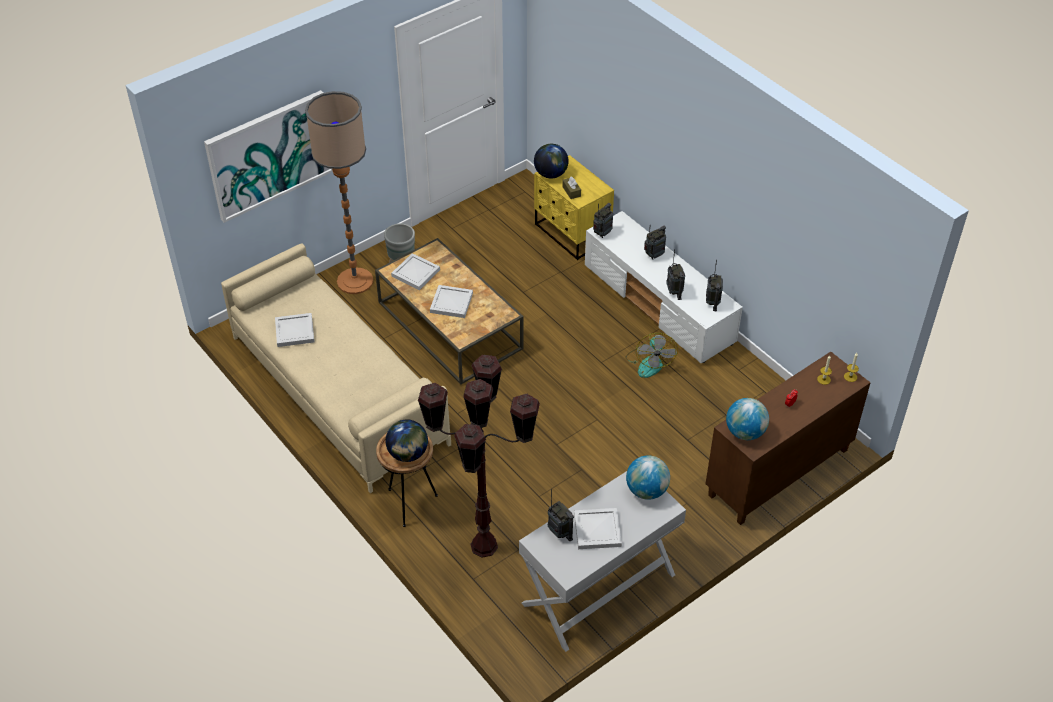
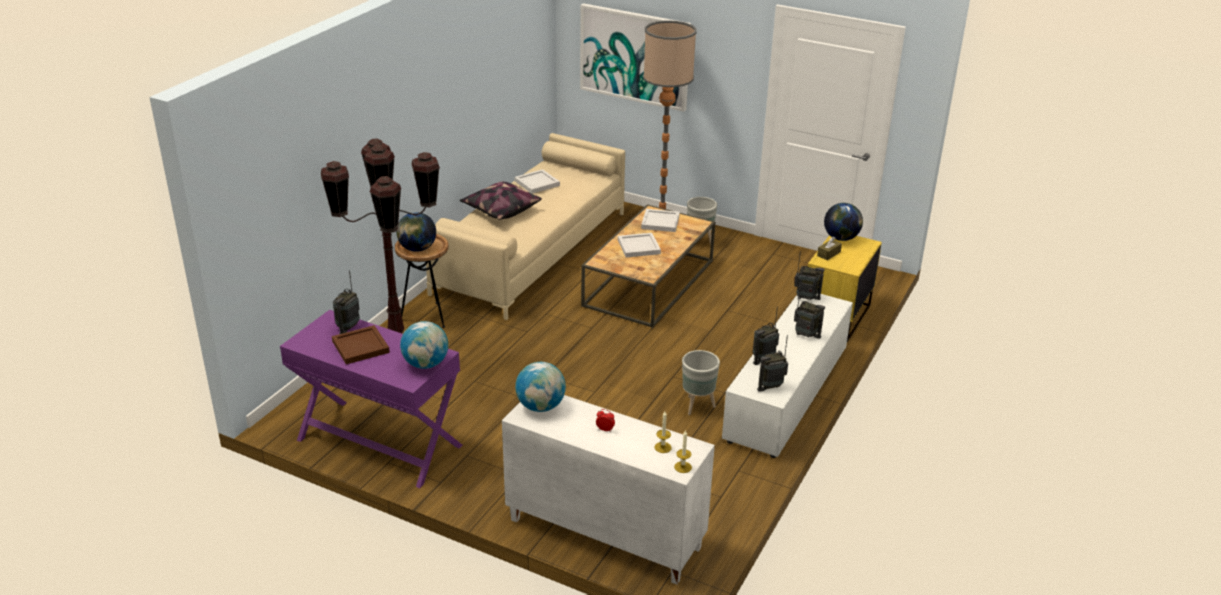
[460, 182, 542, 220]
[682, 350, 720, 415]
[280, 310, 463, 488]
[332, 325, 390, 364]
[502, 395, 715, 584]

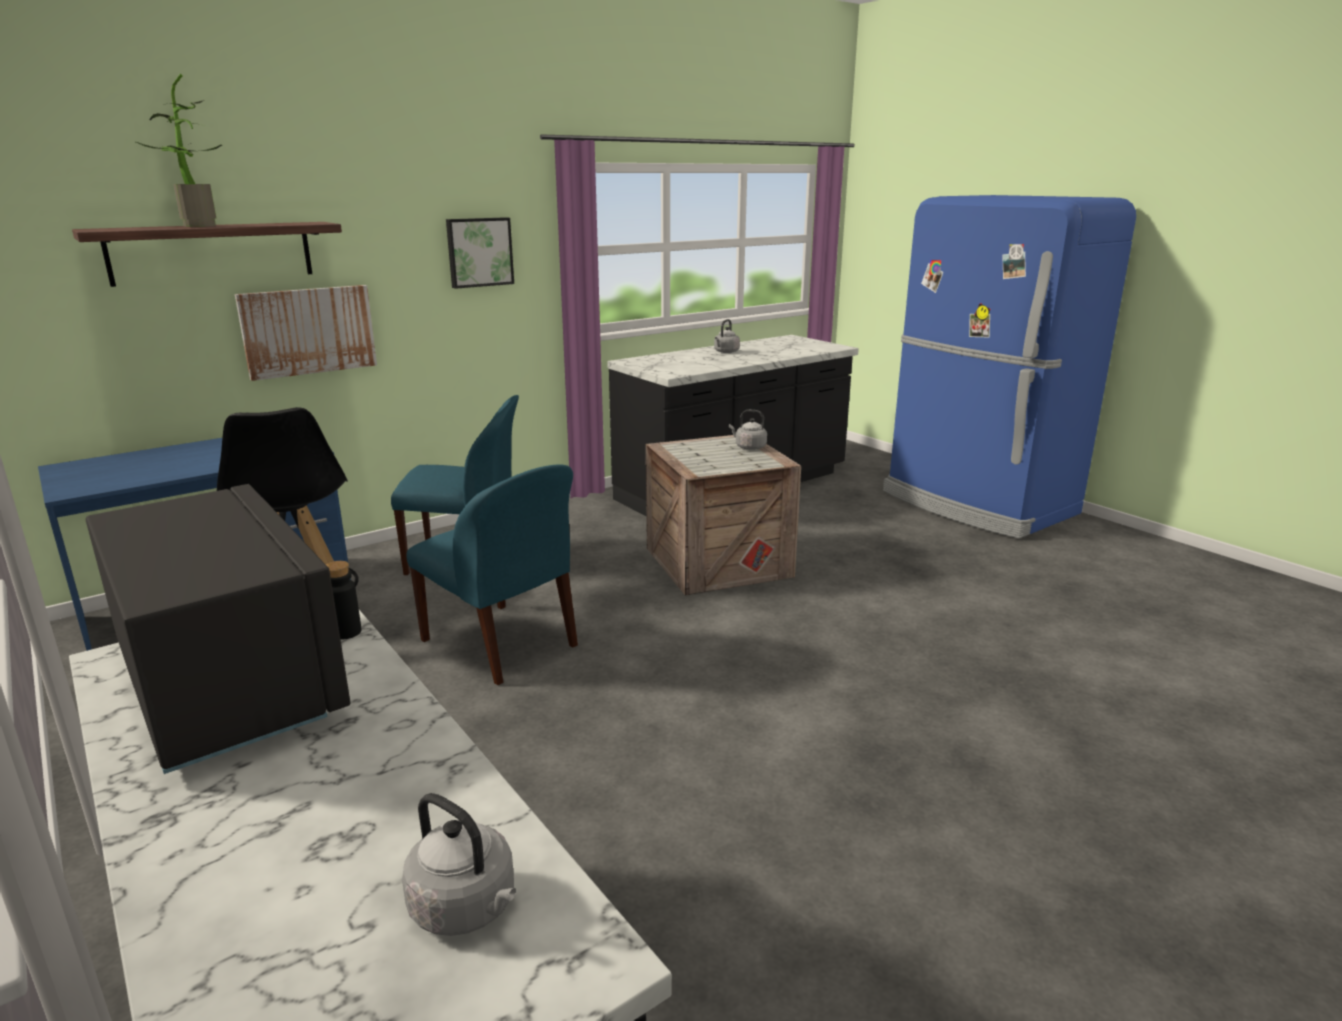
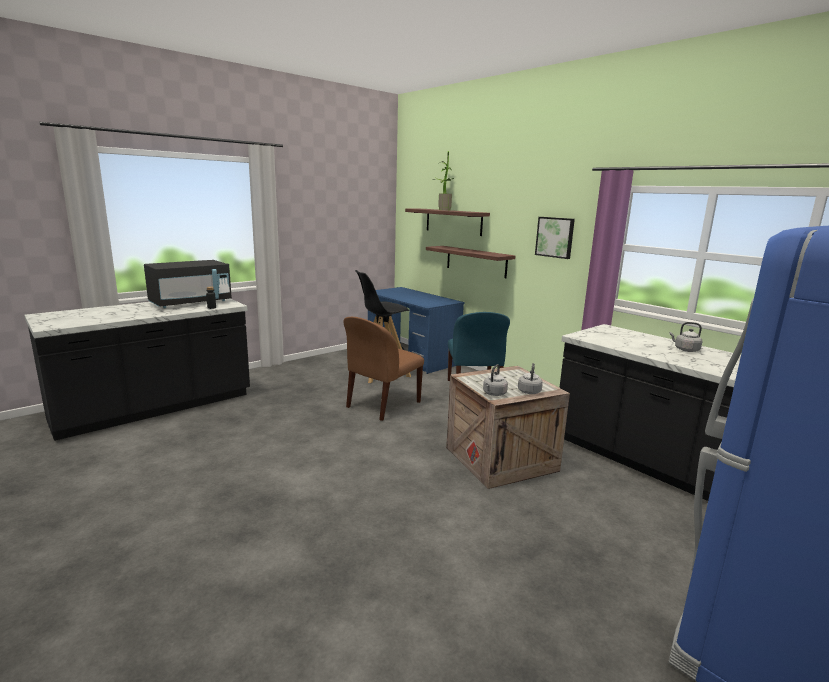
[483, 364, 508, 396]
[426, 246, 515, 278]
[343, 317, 424, 421]

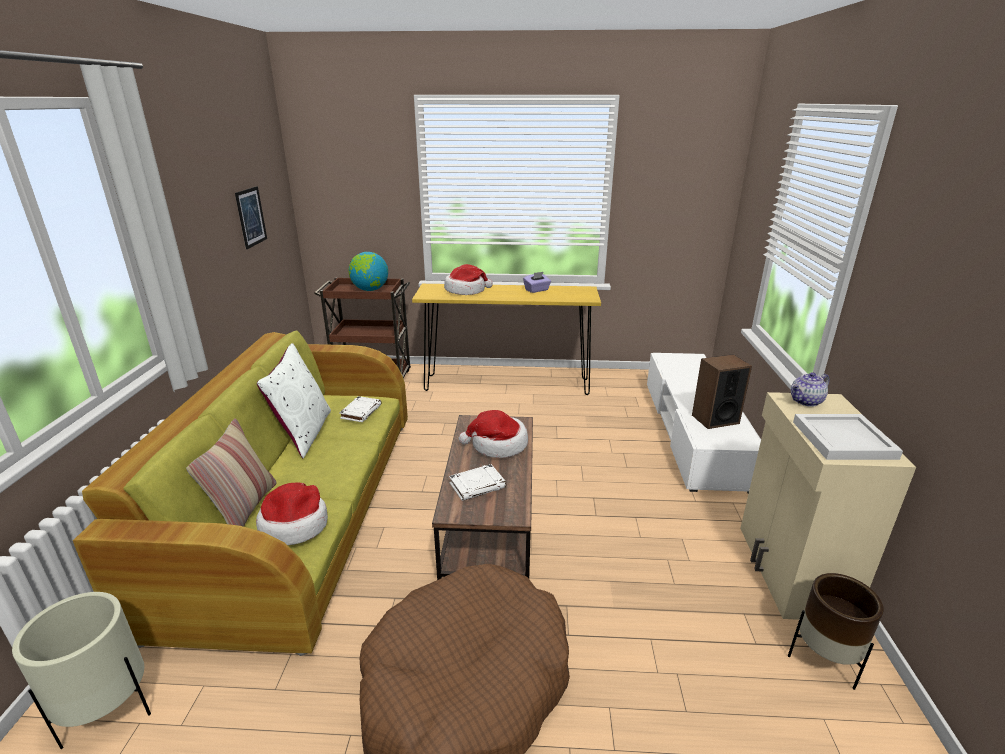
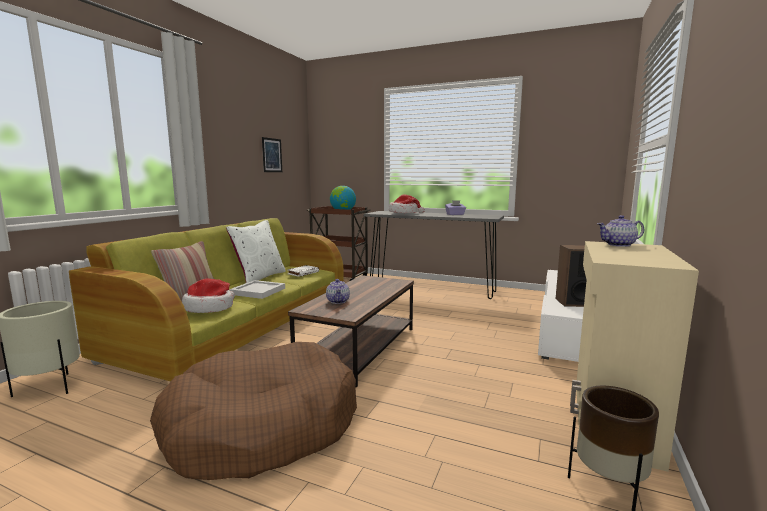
[459, 410, 528, 458] (first image)
[229, 280, 285, 299]
[326, 279, 350, 304]
[364, 211, 504, 299]

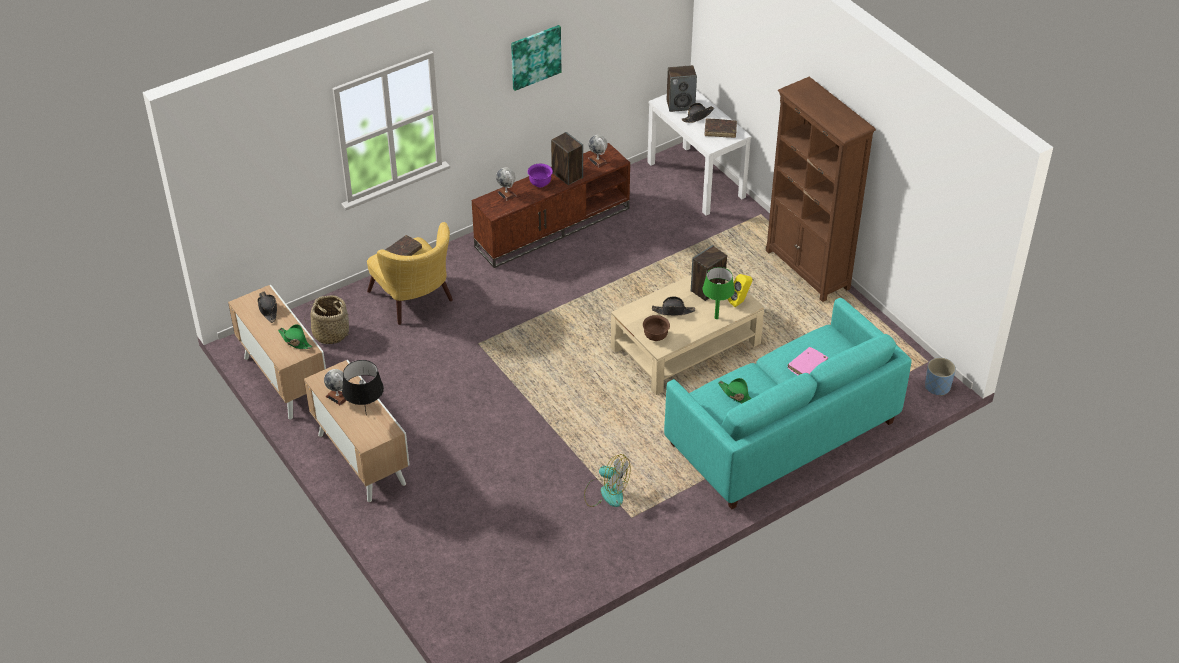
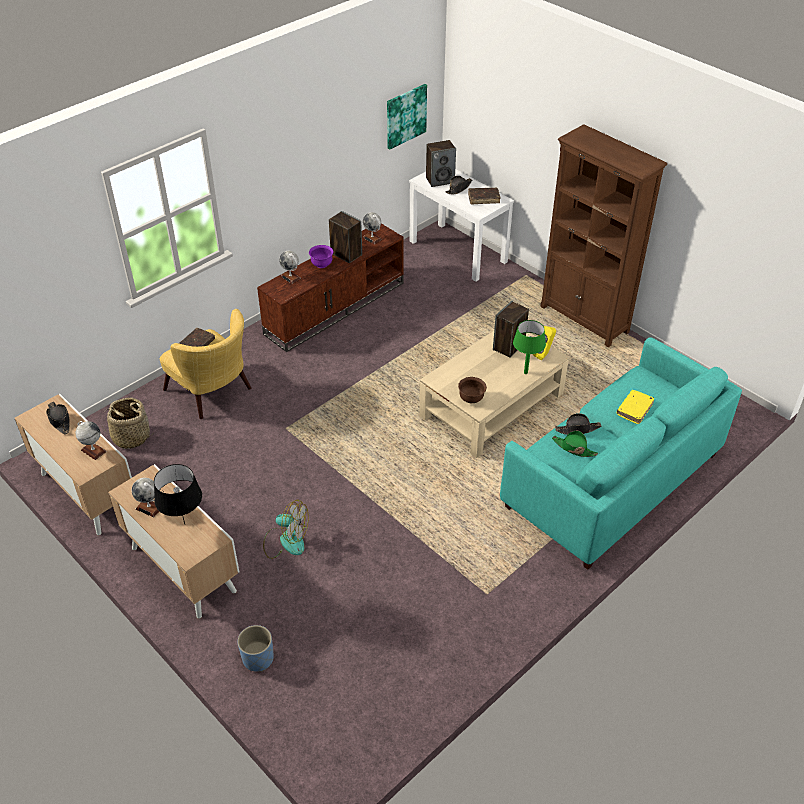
[387, 84, 427, 150]
[263, 500, 309, 559]
[555, 413, 601, 435]
[238, 625, 274, 672]
[76, 421, 107, 460]
[617, 390, 655, 424]

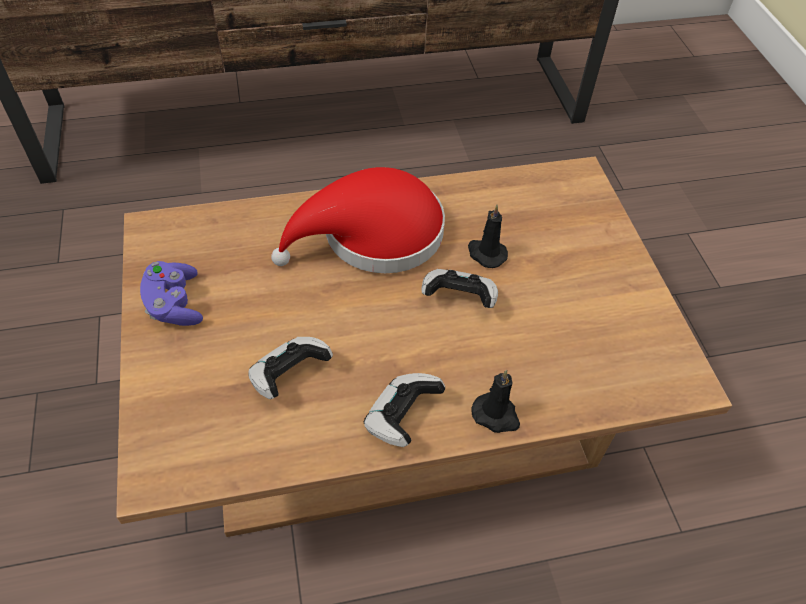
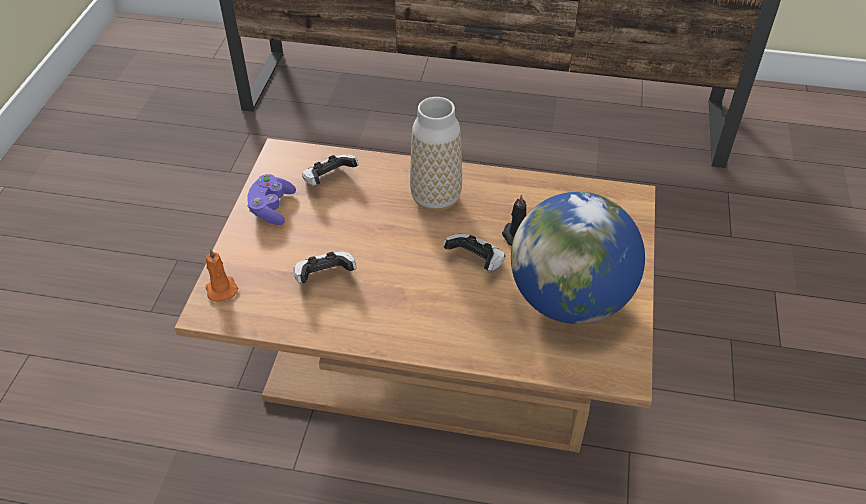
[471, 370, 520, 433] (first image)
[206, 248, 238, 302]
[511, 192, 645, 324]
[302, 154, 359, 186]
[410, 97, 462, 212]

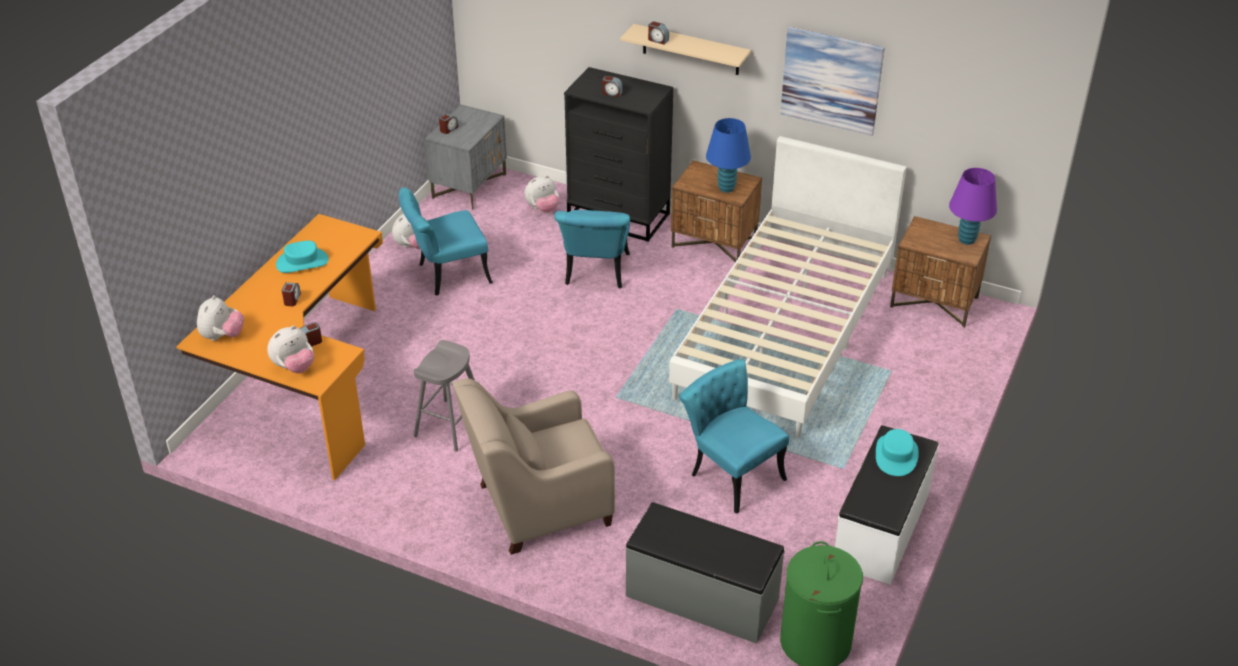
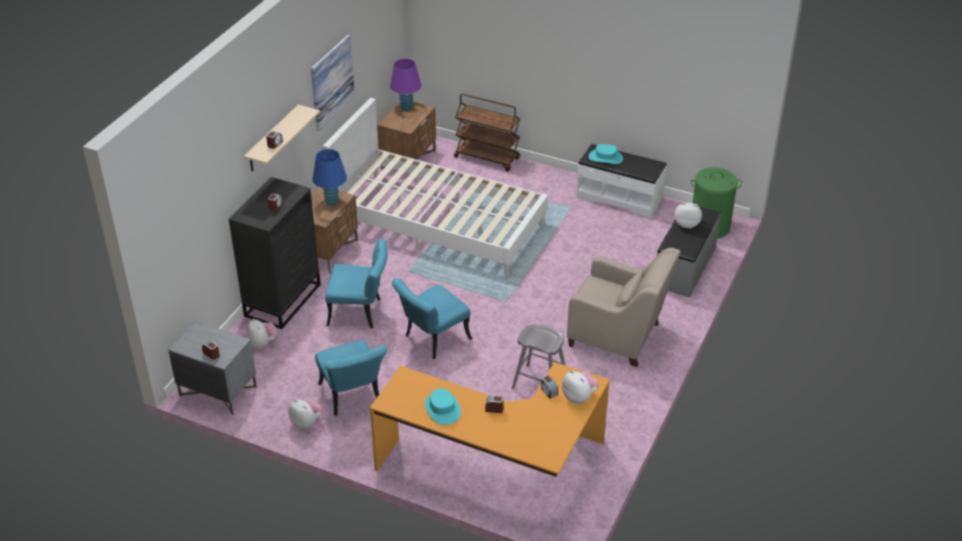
[454, 94, 520, 172]
[674, 202, 702, 229]
[392, 278, 472, 359]
[567, 248, 681, 367]

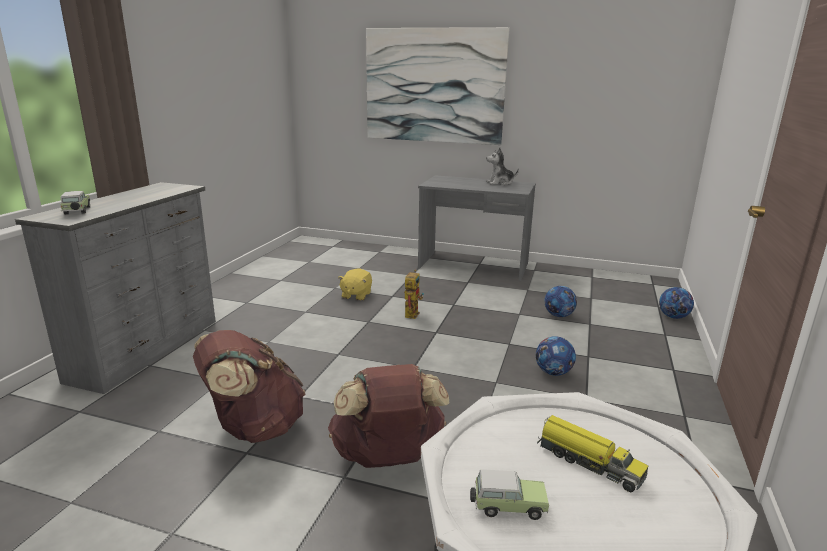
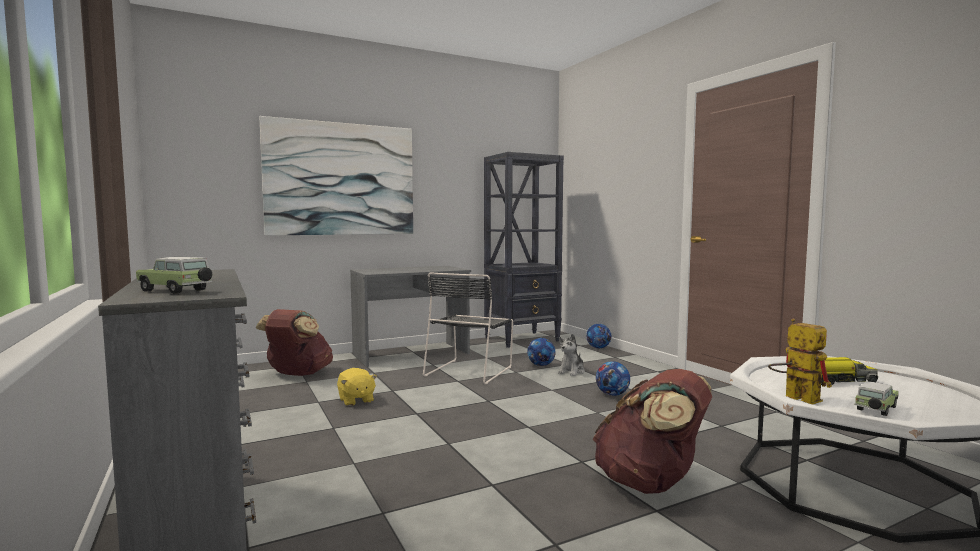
[423, 272, 513, 384]
[484, 152, 564, 348]
[256, 309, 333, 376]
[768, 318, 832, 405]
[558, 334, 585, 376]

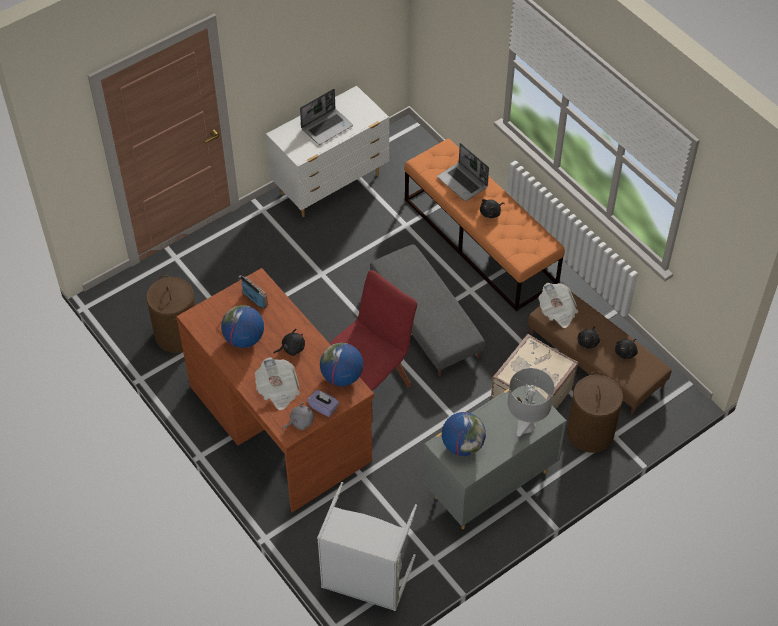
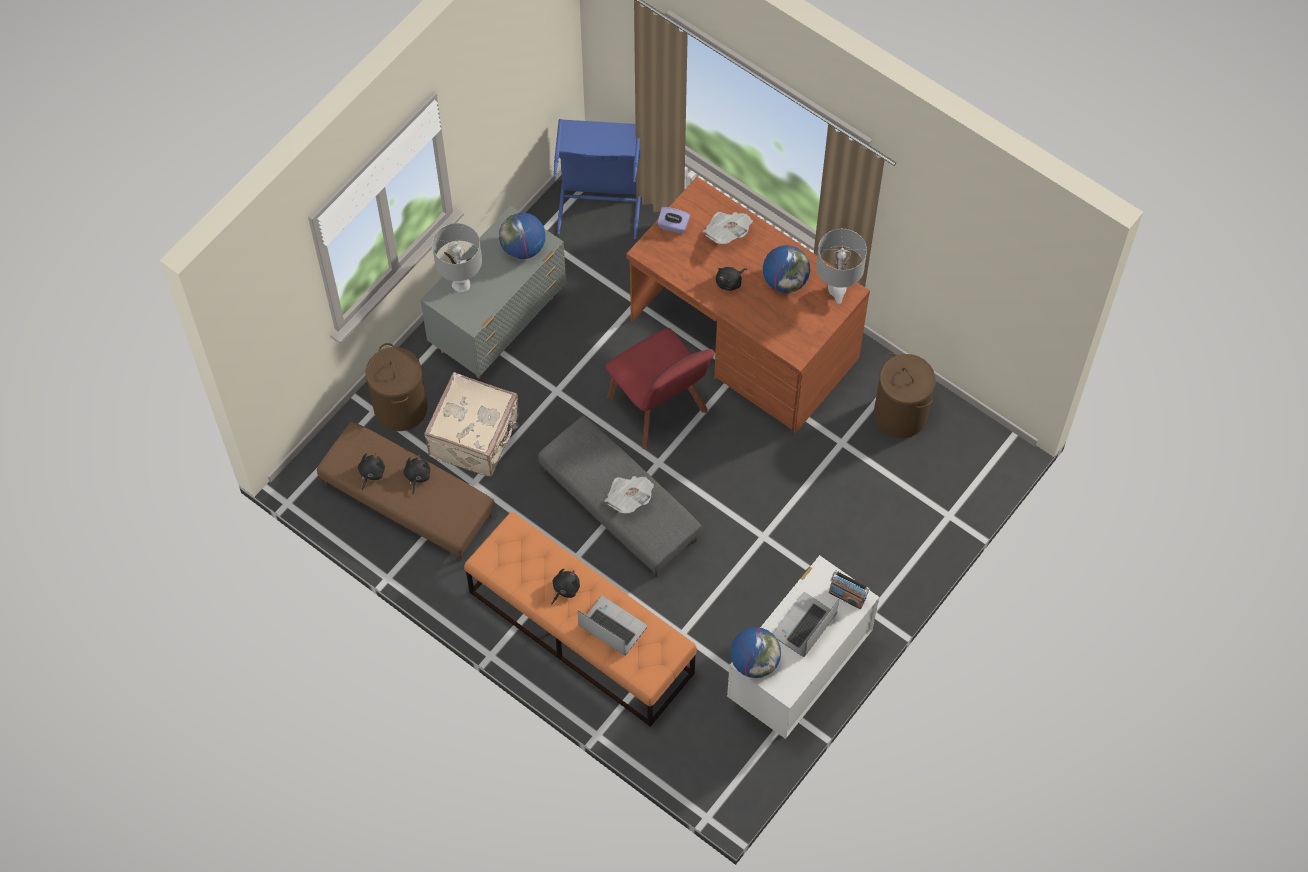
[282, 402, 314, 430] (first image)
[816, 229, 867, 304]
[829, 570, 870, 609]
[730, 627, 781, 678]
[605, 476, 654, 513]
[553, 119, 641, 239]
[605, 328, 714, 449]

